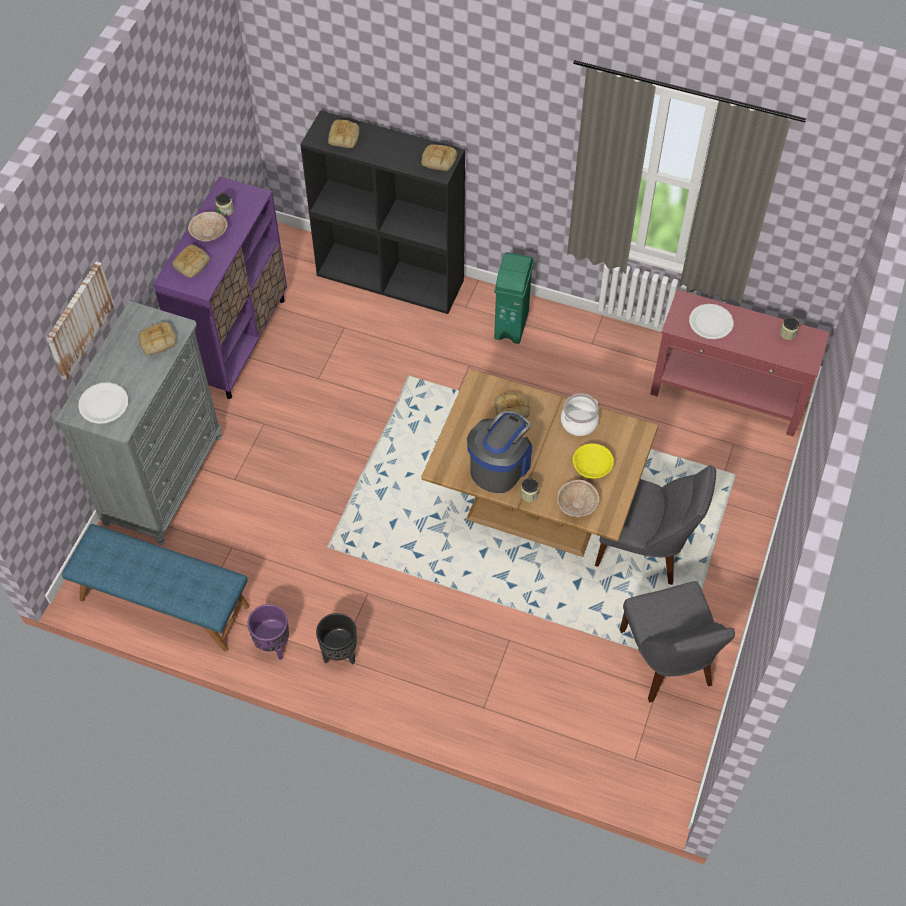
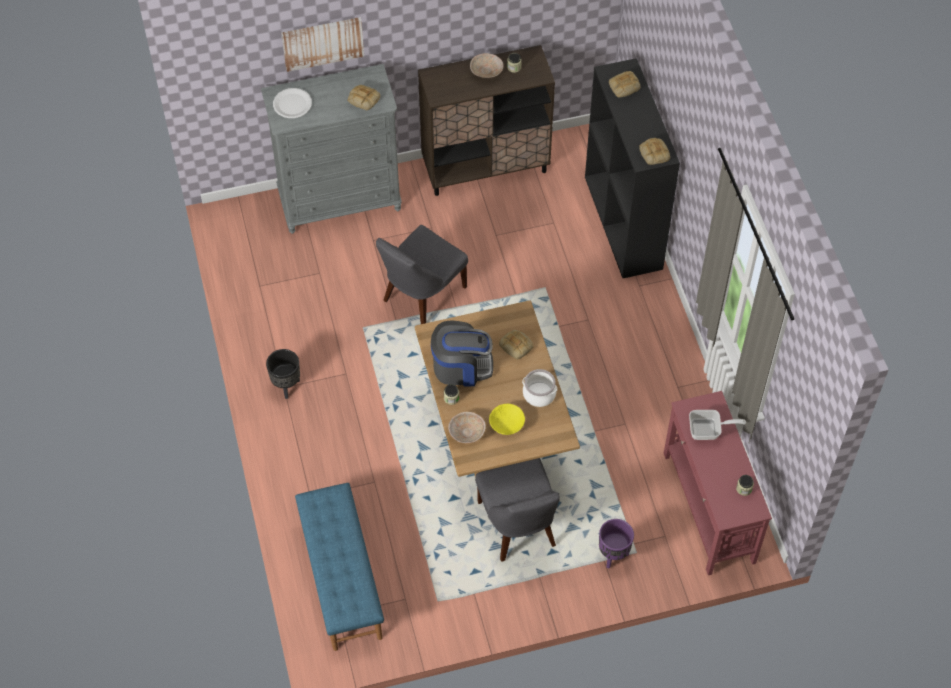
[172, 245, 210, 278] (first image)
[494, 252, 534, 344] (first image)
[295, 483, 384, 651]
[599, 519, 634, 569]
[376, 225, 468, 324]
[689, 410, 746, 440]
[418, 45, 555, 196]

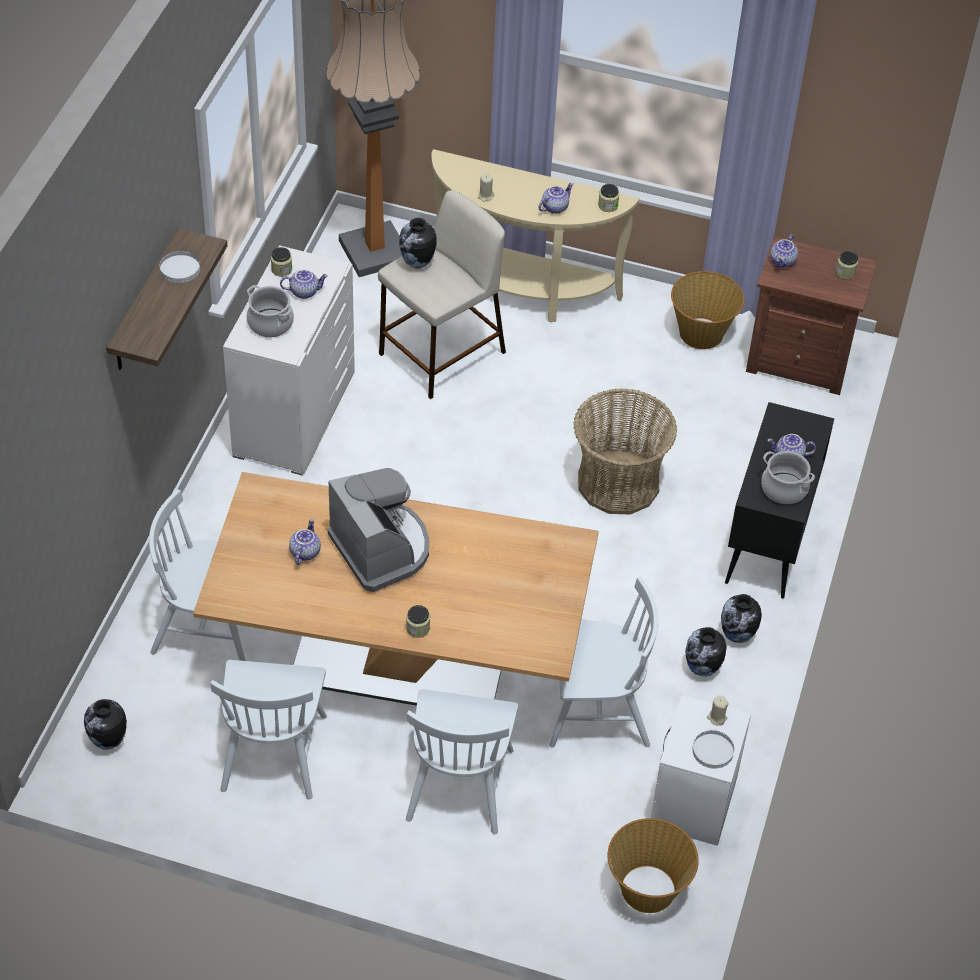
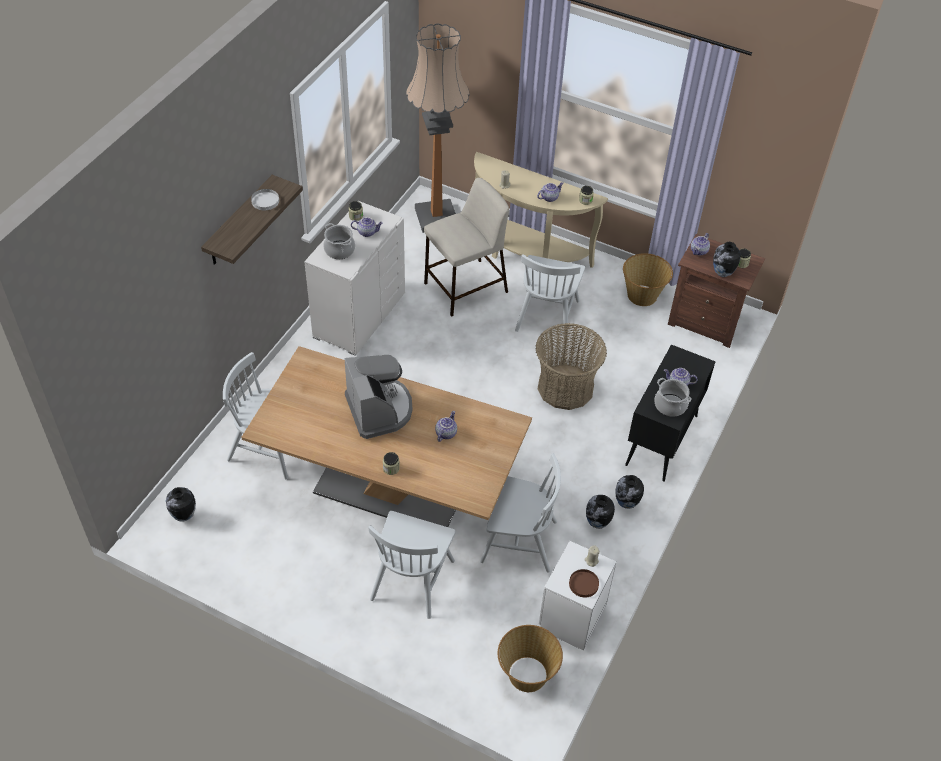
[515, 254, 585, 336]
[435, 411, 457, 442]
[713, 242, 741, 277]
[569, 569, 599, 597]

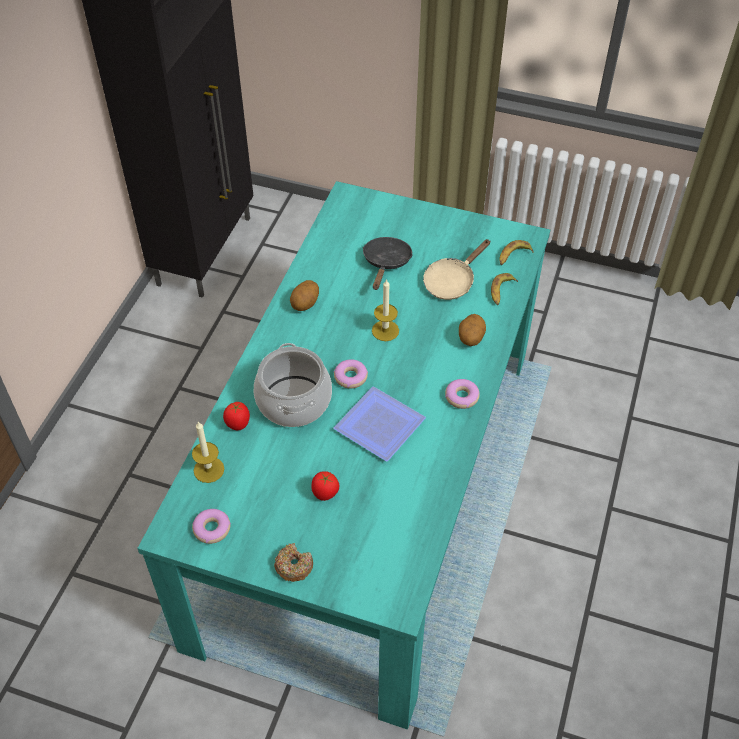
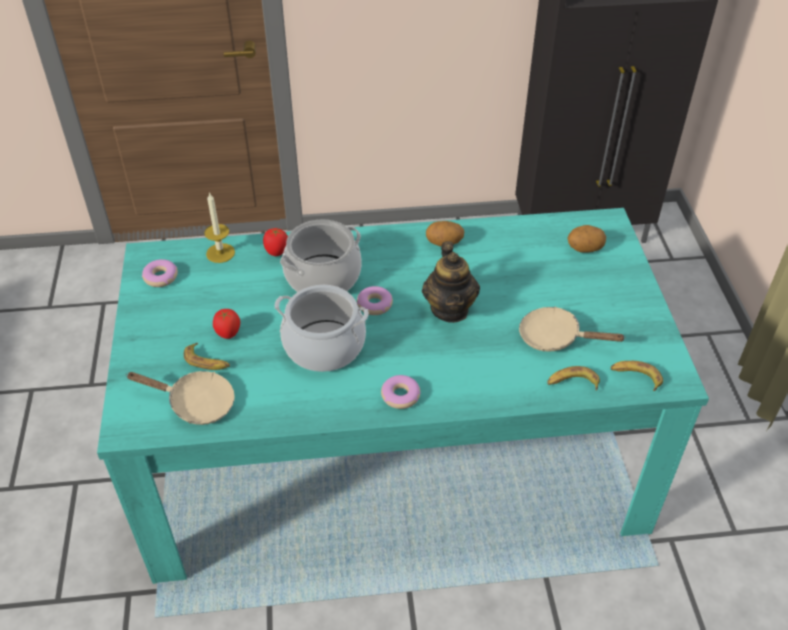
[274, 543, 313, 582] (first image)
[363, 237, 413, 290] (first image)
[126, 371, 235, 425]
[184, 343, 230, 370]
[567, 225, 606, 253]
[274, 285, 369, 372]
[422, 241, 480, 323]

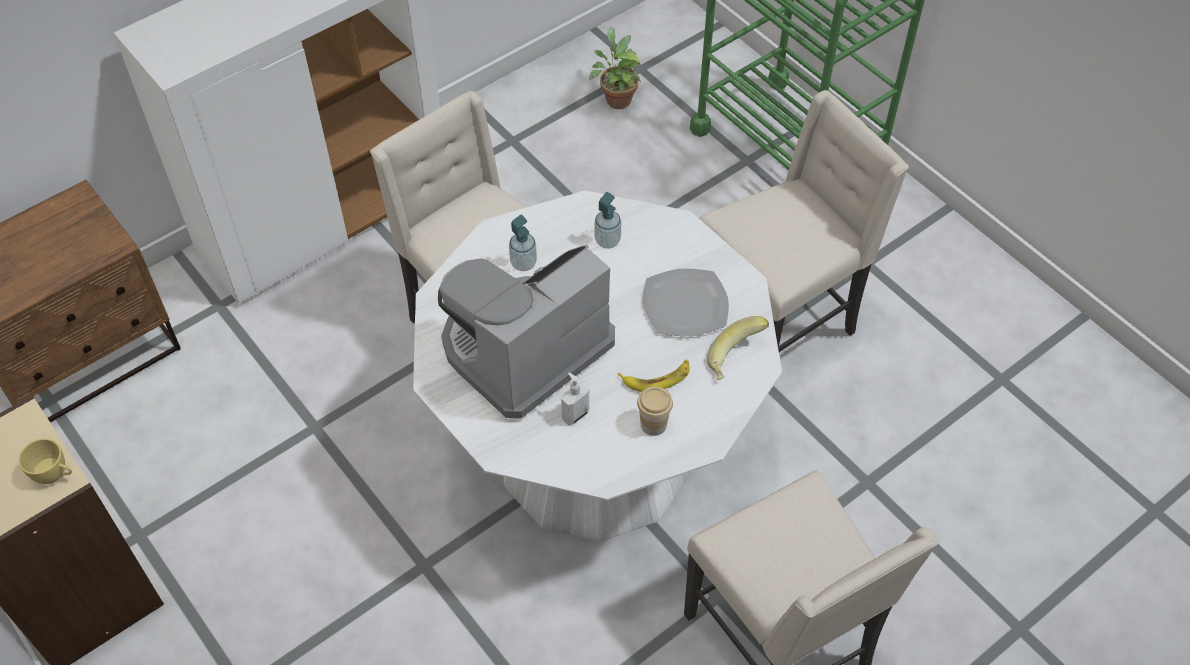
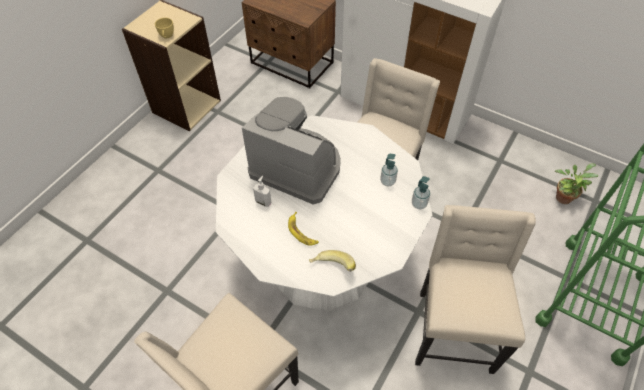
[637, 386, 673, 436] (first image)
[643, 269, 729, 336] (first image)
[412, 176, 430, 209]
[415, 205, 536, 374]

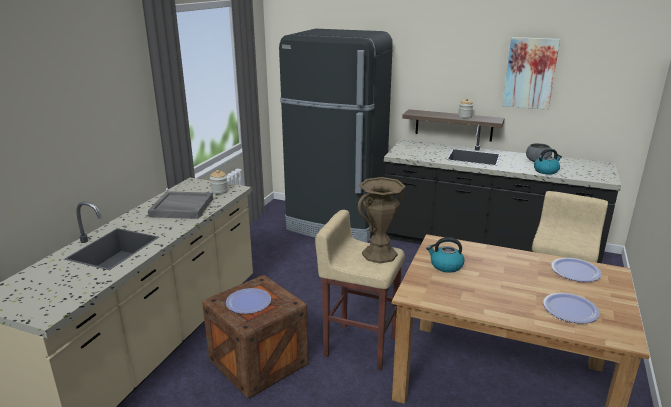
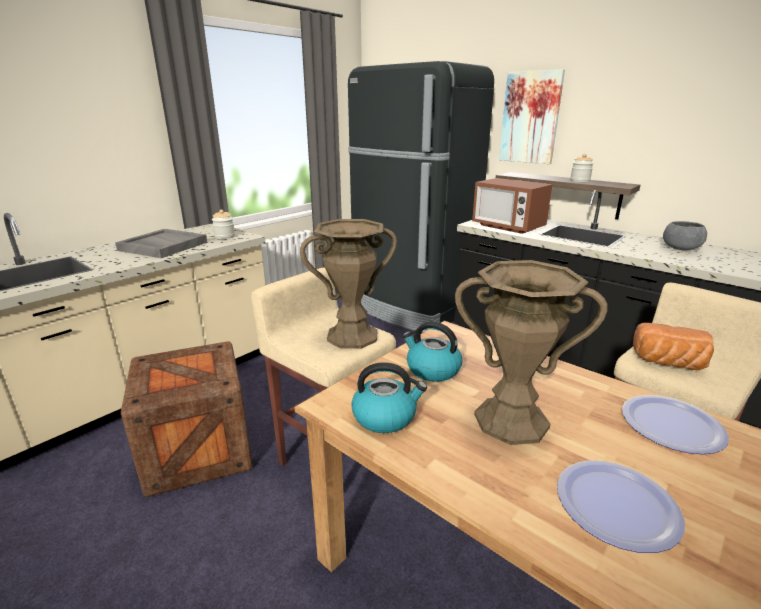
[226, 288, 271, 314] (first image)
[455, 260, 608, 445]
[472, 178, 552, 234]
[633, 323, 714, 370]
[499, 69, 565, 164]
[352, 362, 427, 433]

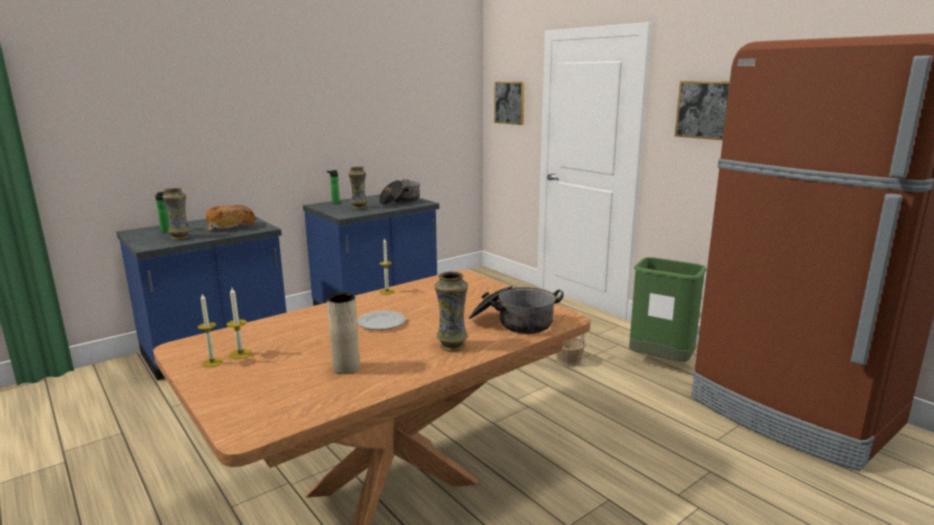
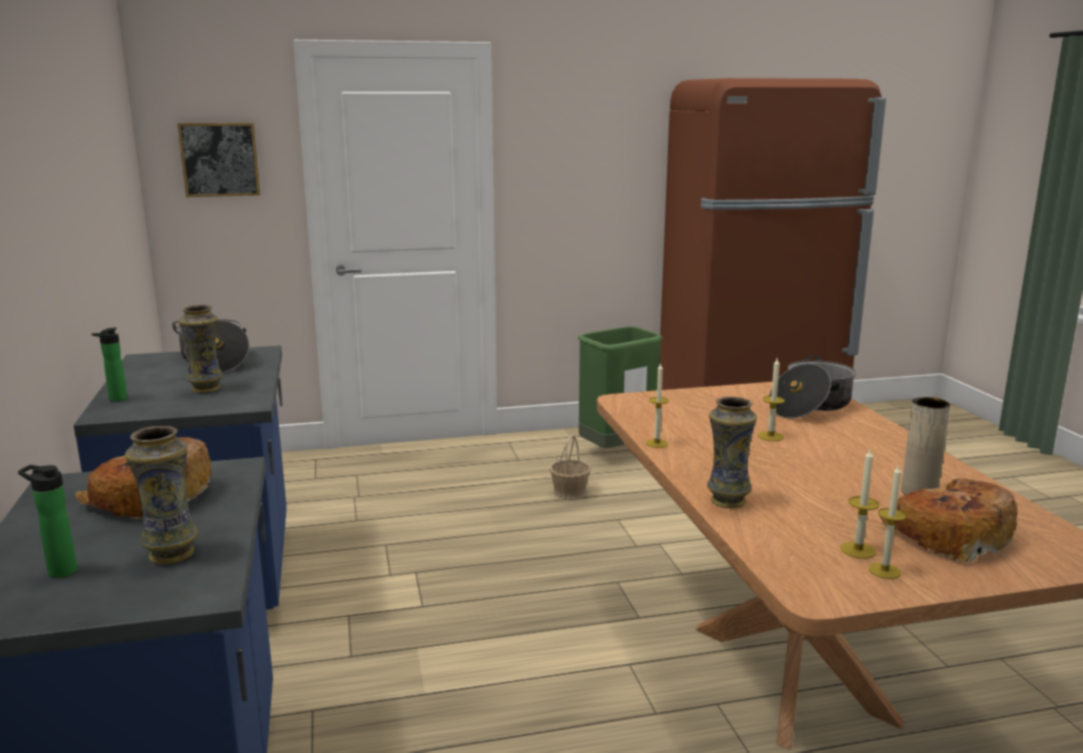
[357, 311, 406, 330] (first image)
[675, 81, 730, 140] (first image)
[758, 358, 785, 441]
[879, 478, 1017, 562]
[707, 397, 757, 508]

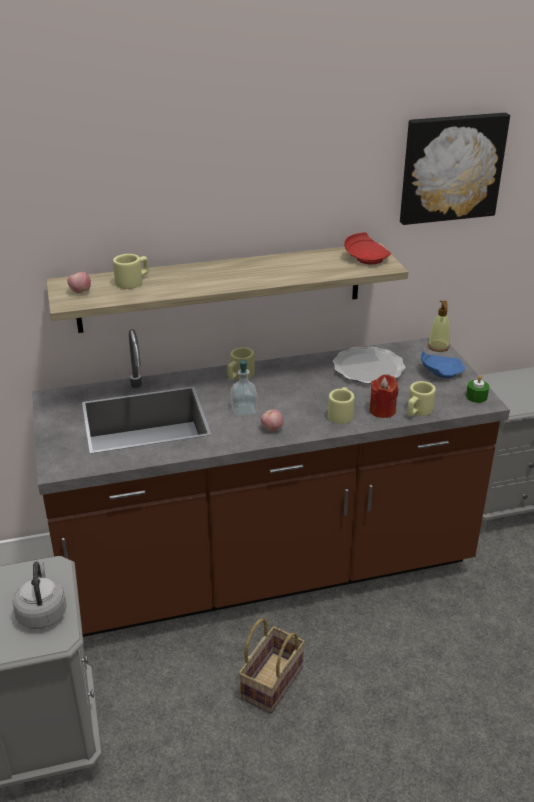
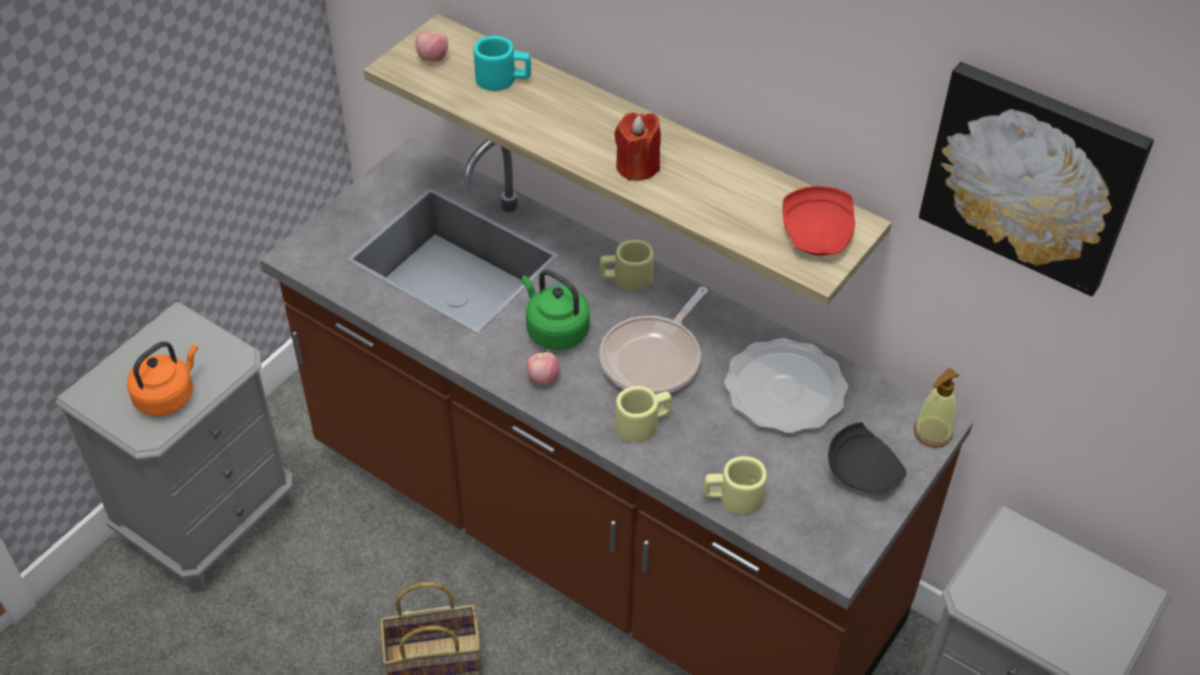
[466, 375, 489, 403] (first image)
[599, 287, 708, 395]
[614, 113, 661, 181]
[522, 270, 590, 350]
[127, 341, 198, 416]
[474, 36, 531, 91]
[828, 422, 906, 495]

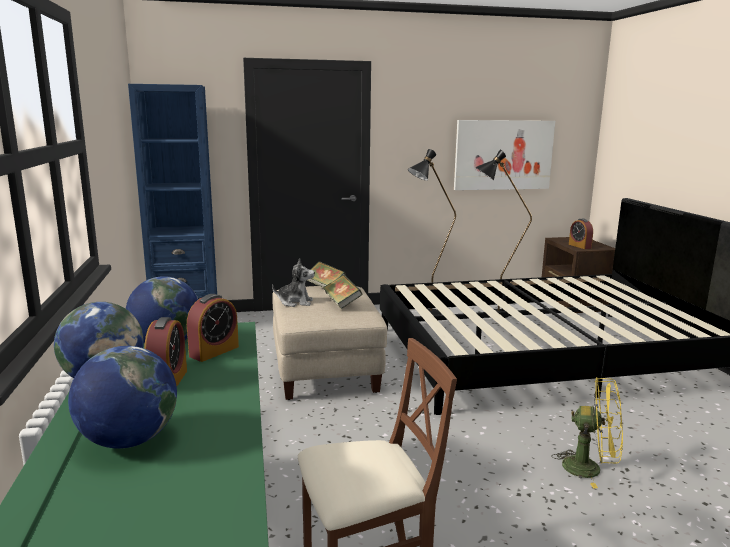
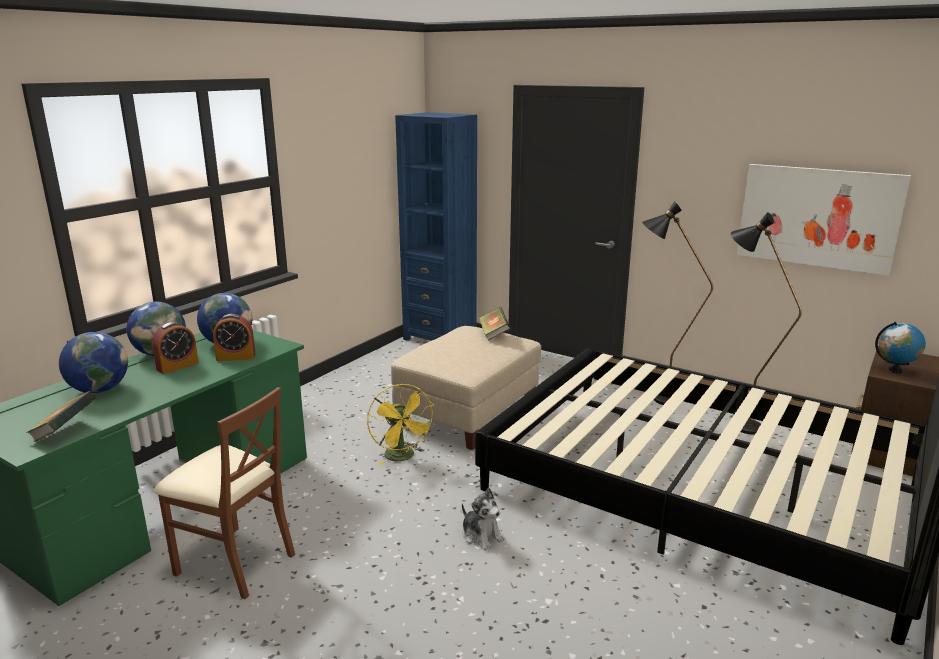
[462, 488, 505, 551]
[26, 391, 96, 442]
[367, 384, 435, 465]
[875, 322, 926, 373]

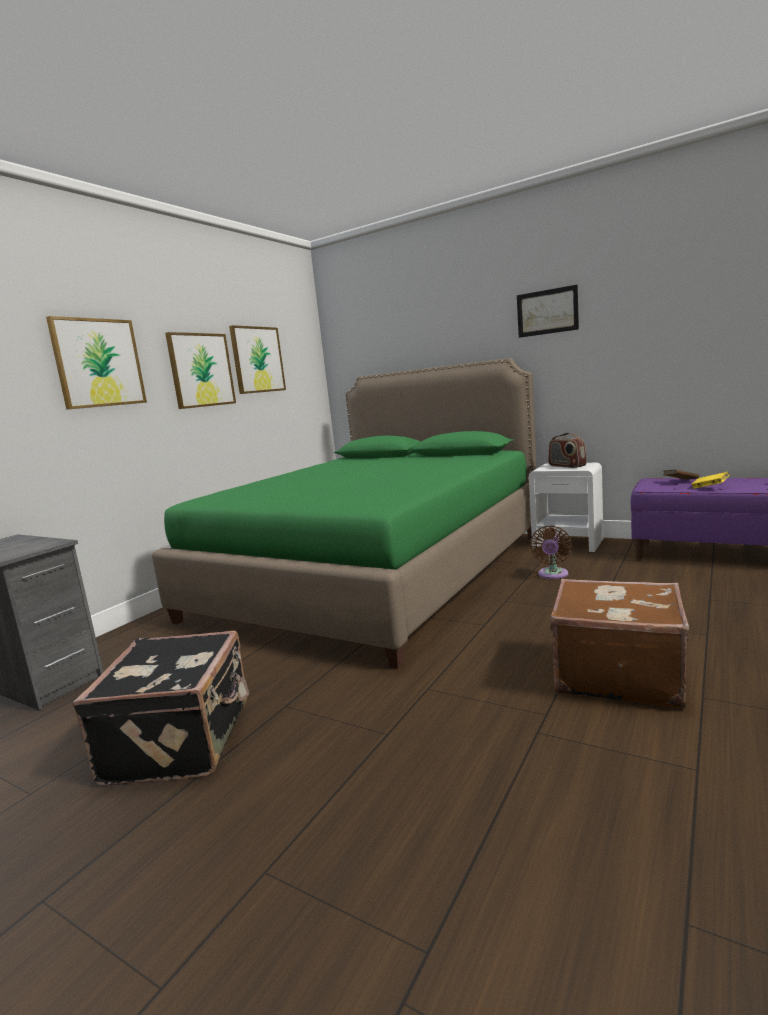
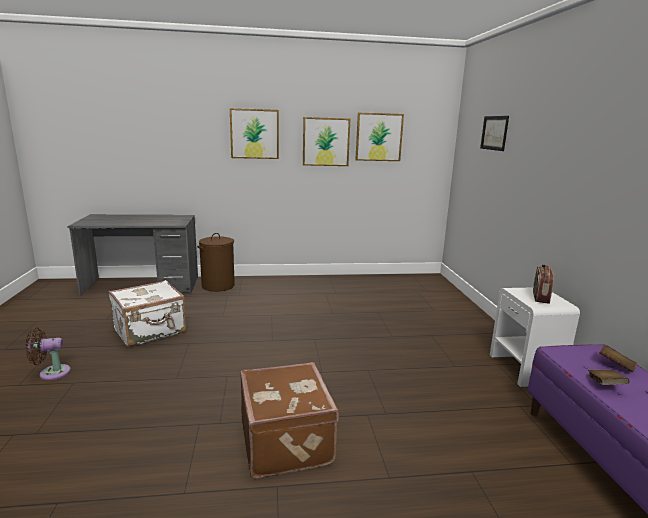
[152, 358, 537, 669] (first image)
[197, 233, 235, 292]
[480, 116, 509, 151]
[26, 328, 71, 380]
[108, 280, 186, 347]
[588, 370, 630, 385]

